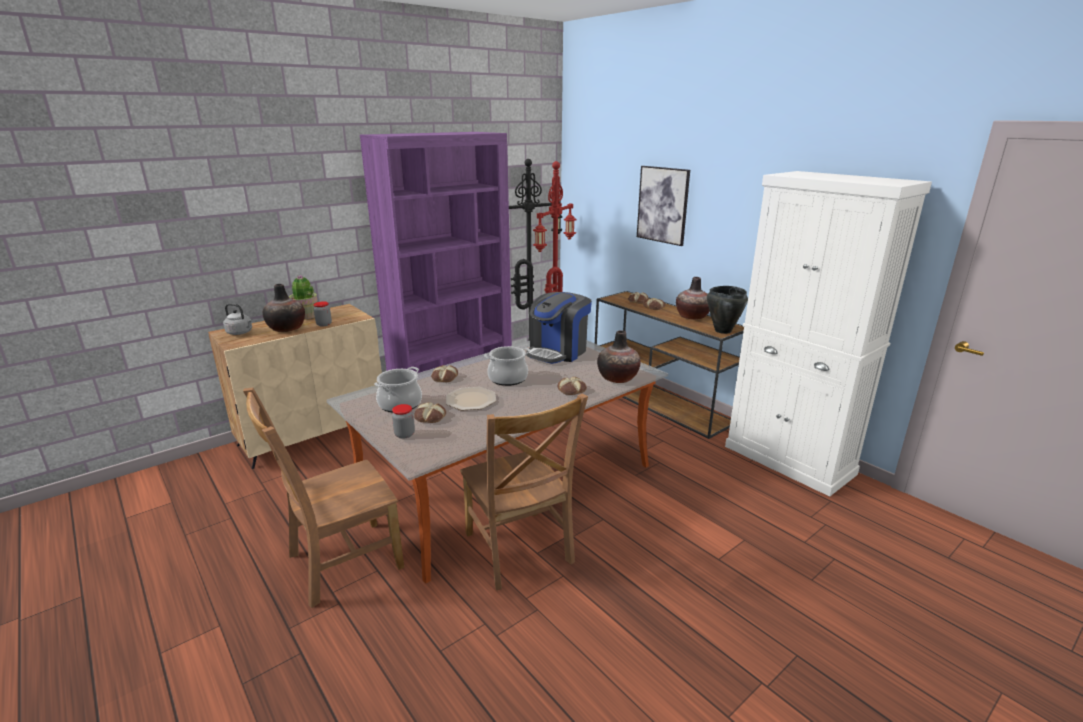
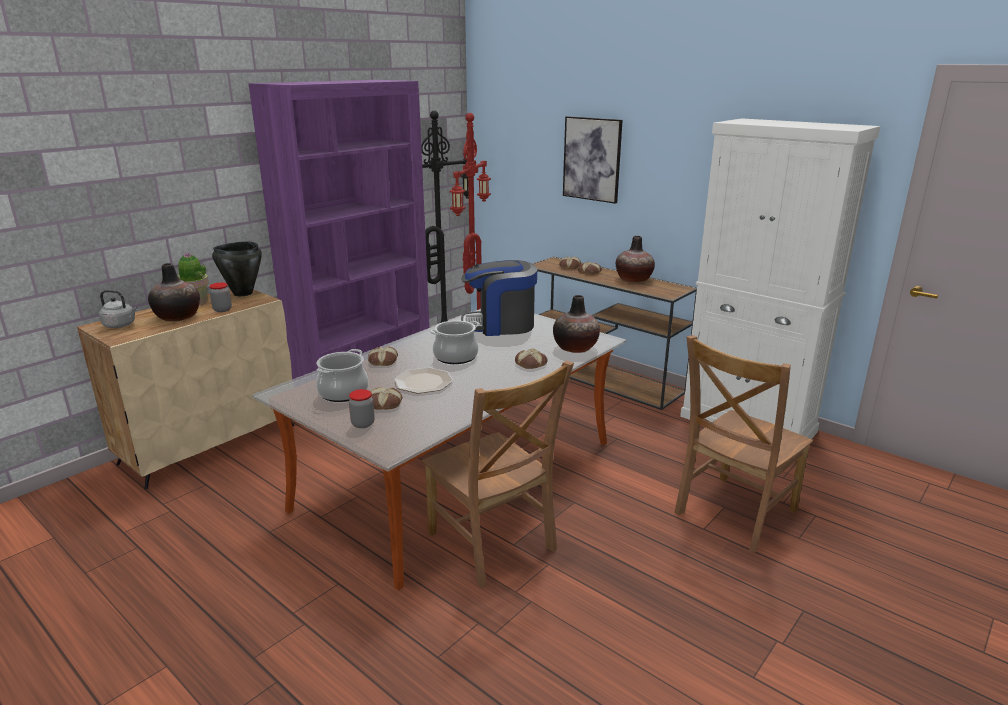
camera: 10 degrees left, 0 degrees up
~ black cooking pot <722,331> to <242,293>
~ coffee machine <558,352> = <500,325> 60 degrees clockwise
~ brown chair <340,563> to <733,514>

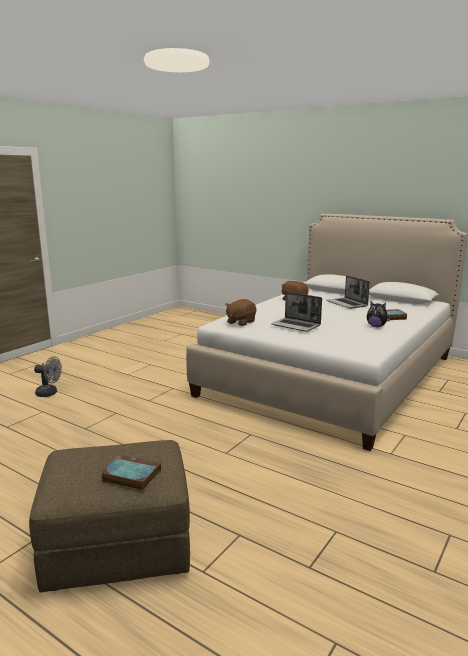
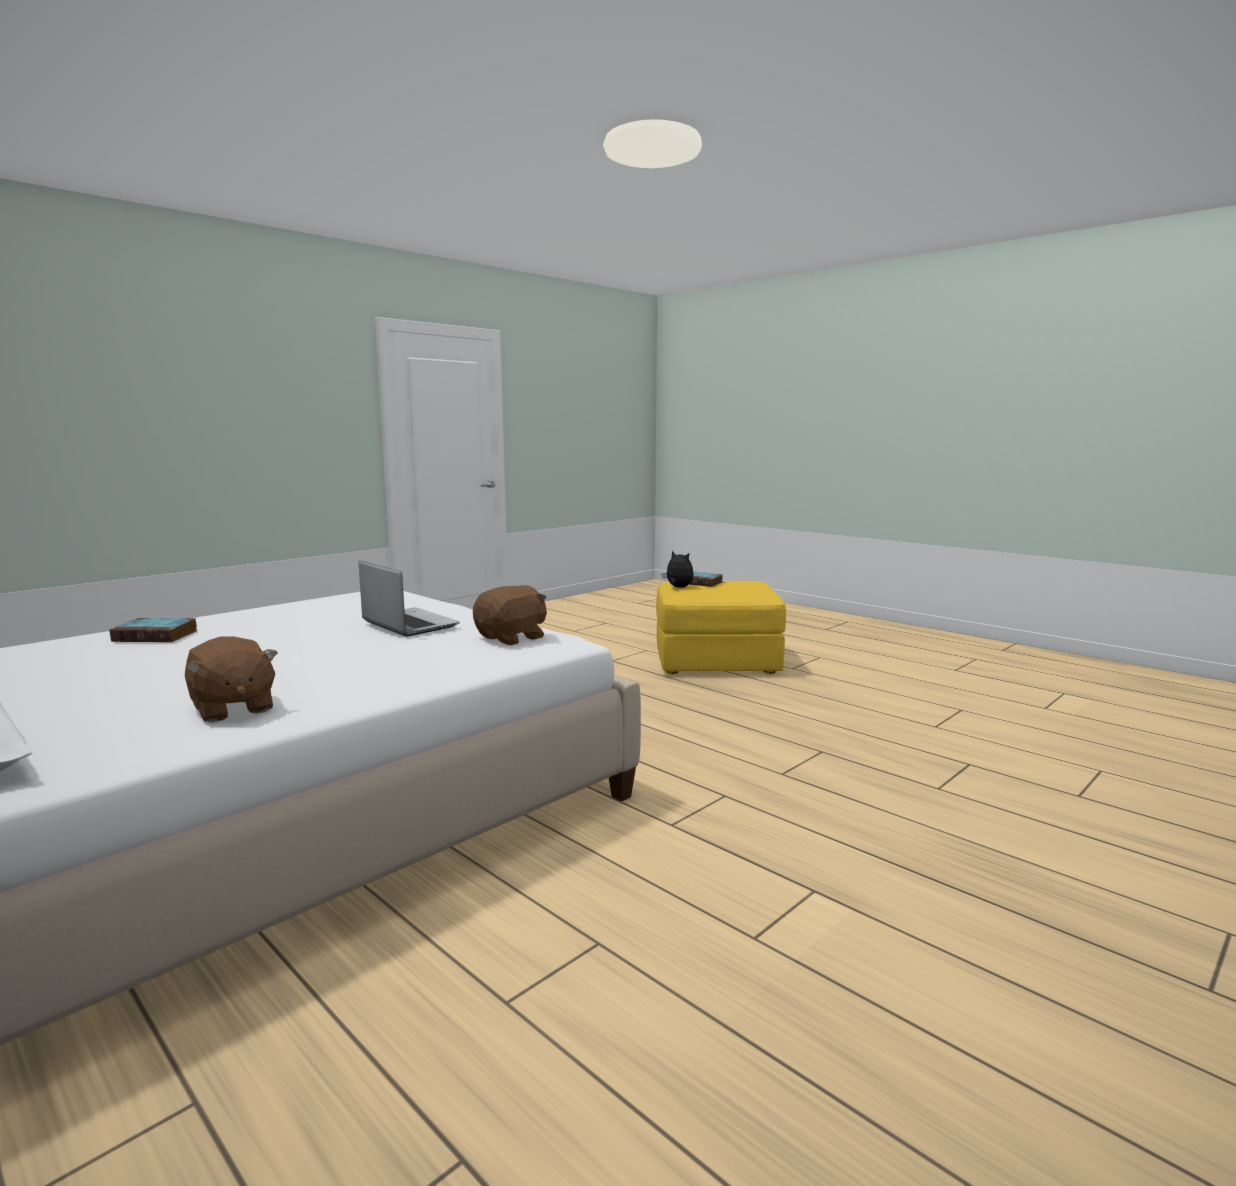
camera: 170 degrees left, 5 degrees down
- laptop <347,304>
~ plush toy <376,326> to <678,588>
- grey fan <50,393>
~ brown ottoman <117,546> to yellow ottoman <717,661>

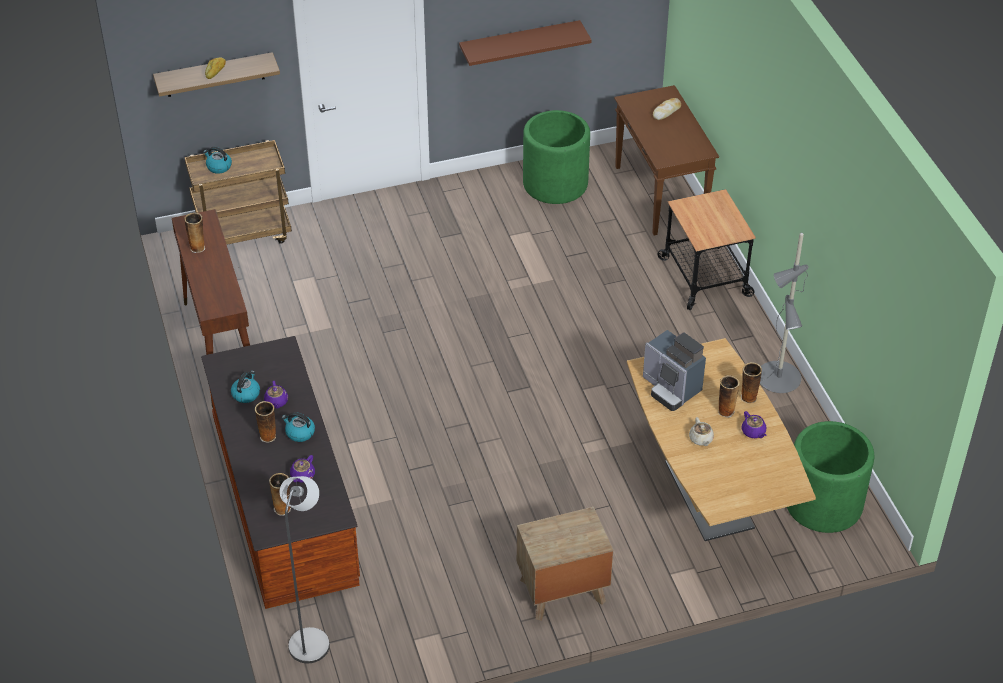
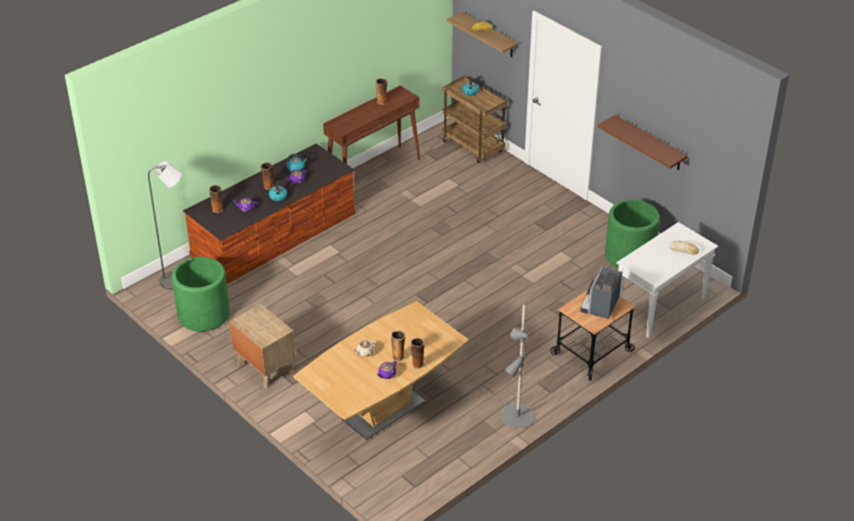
camera: 65 degrees right, 5 degrees down
~ brown console table <661,196> to white console table <660,308>
~ coffee machine <671,388> to <600,306>
~ green planter <823,503> to <203,314>

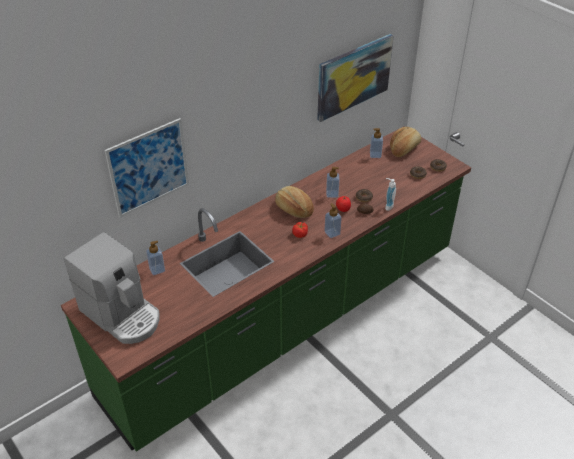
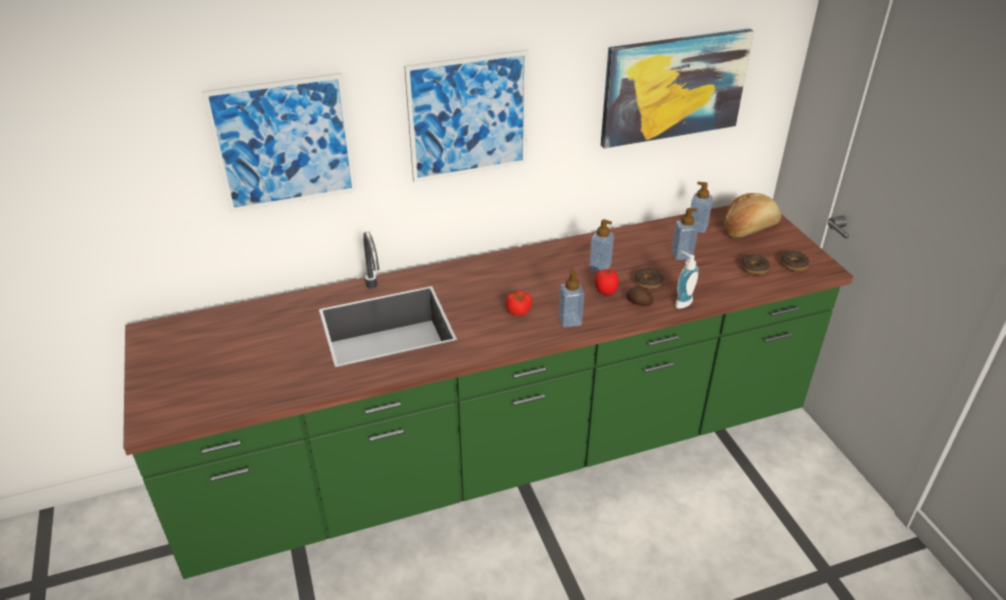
camera: 20 degrees right, 5 degrees down
- bread <293,209>
- coffee machine <122,315>
~ soap dispenser <157,269> to <682,255>
+ picture <468,116>

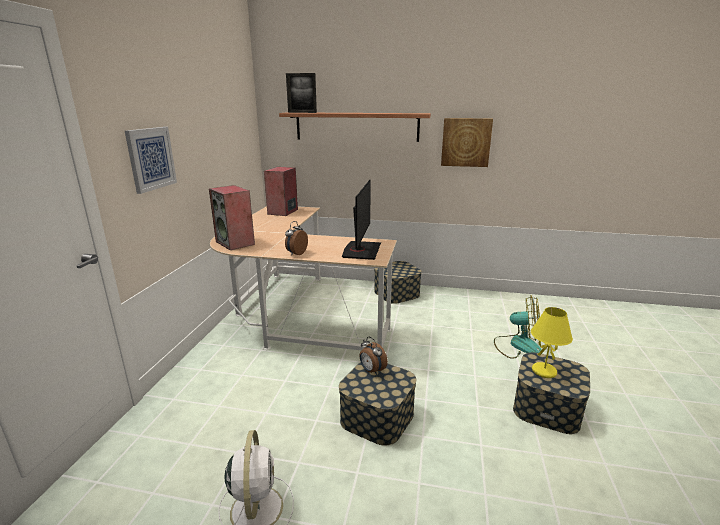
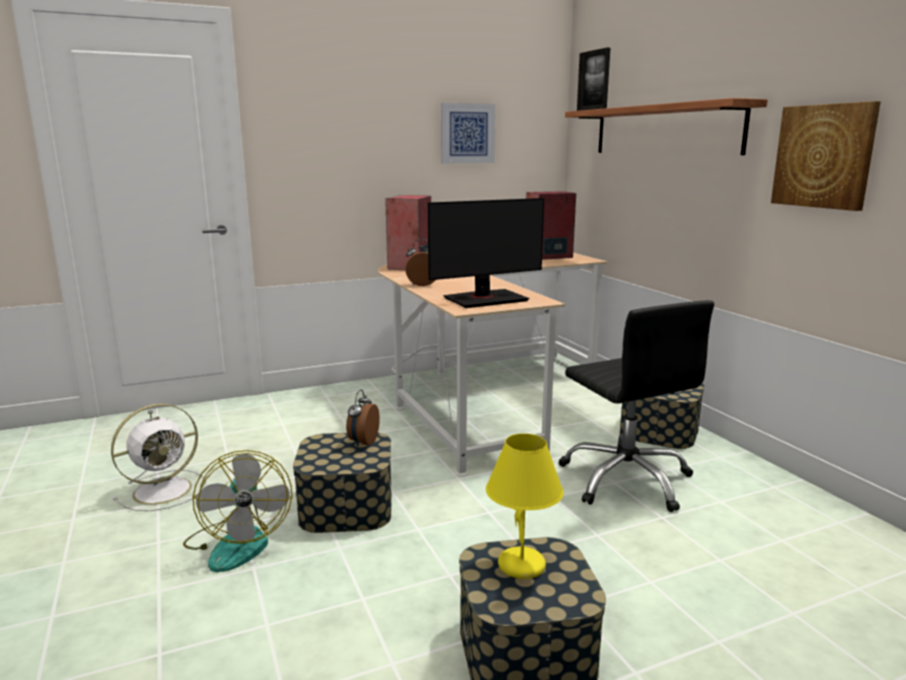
camera: 55 degrees right, 5 degrees down
~ picture <151,158> to <467,133>
~ fan <517,345> to <238,542>
+ black office chair <626,479>

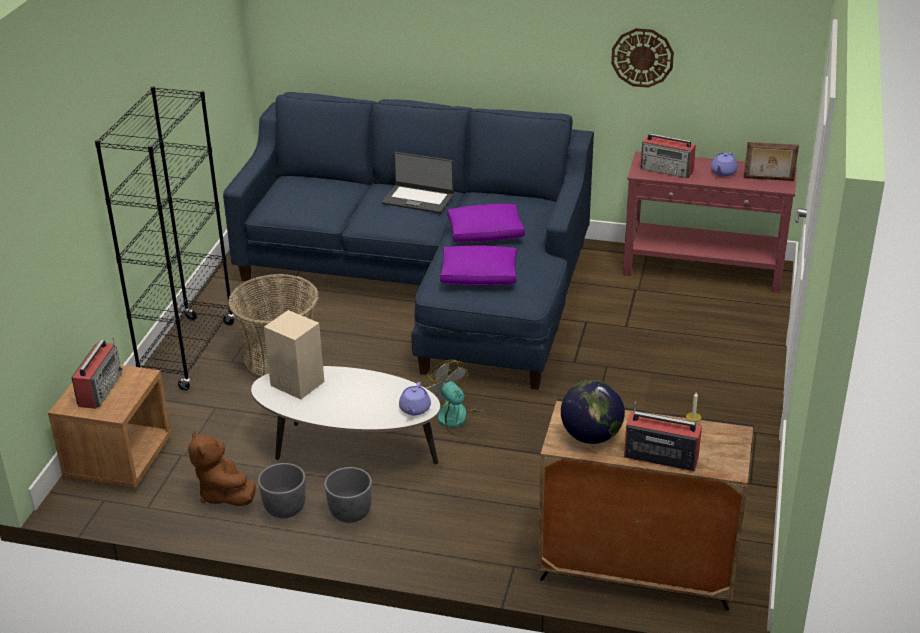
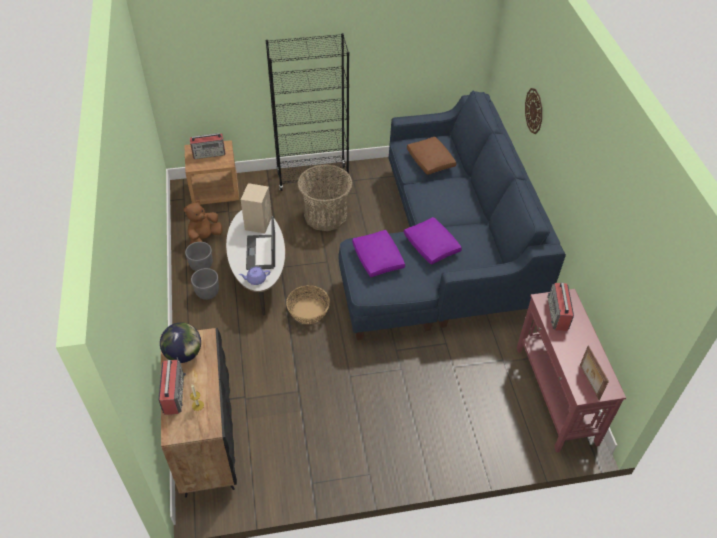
camera: 65 degrees right, 15 degrees up
~ wall clock <642,57> to <534,111>
~ laptop <418,199> to <261,252>
- purple teapot <723,172>
~ fan <458,420> to basket <308,311>
+ brown pillow <430,161>

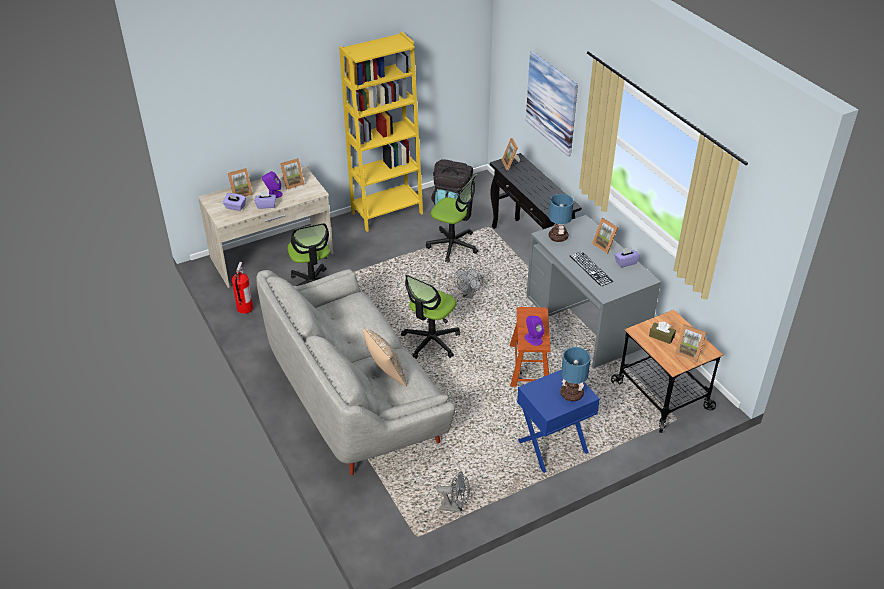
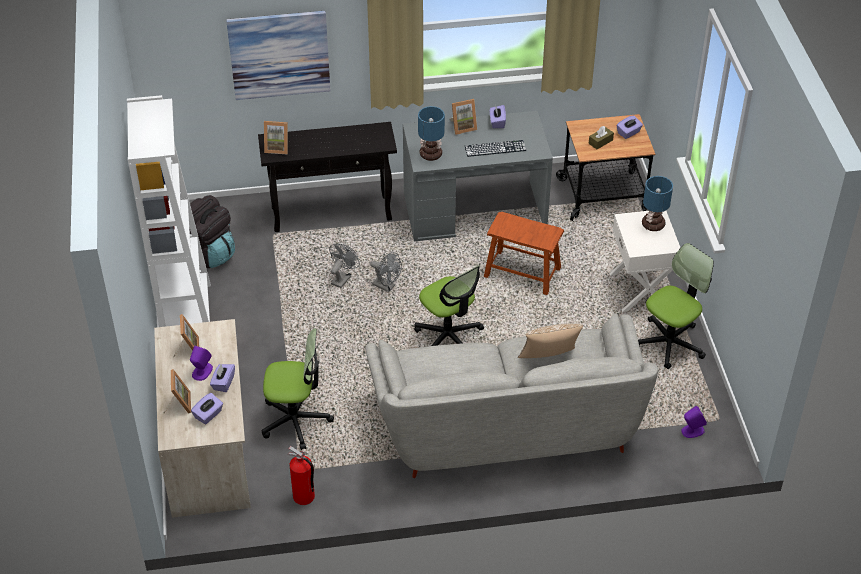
camera: 70 degrees left, 5 degrees up
~ yellow bookcase <387,213> to white bookcase <187,317>
~ office chair <453,245> to <670,343>
~ purple speaker <533,339> to <692,431>
~ picture frame <688,352> to purple tissue box <628,133>
~ blue nightstand <553,447> to white nightstand <640,290>
~ grey fan <455,507> to <342,278>

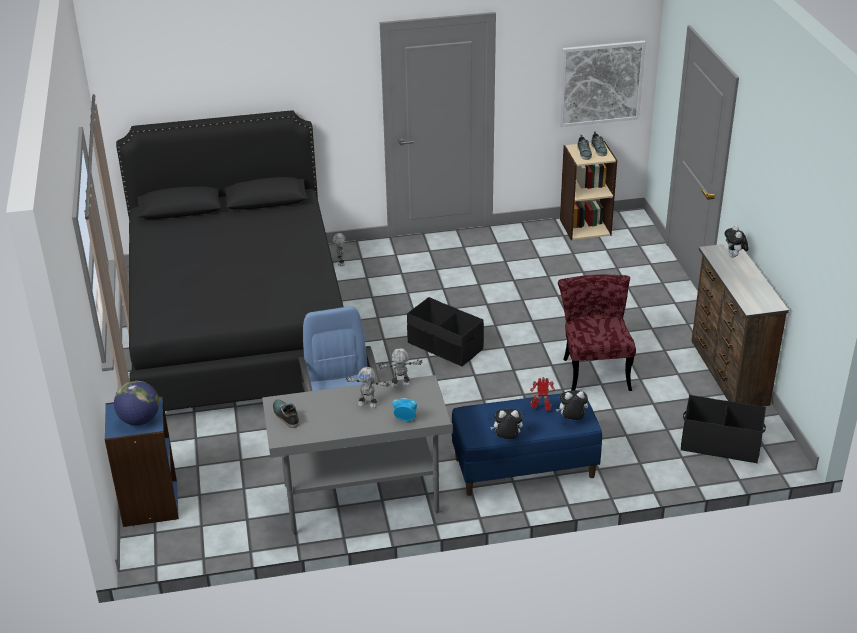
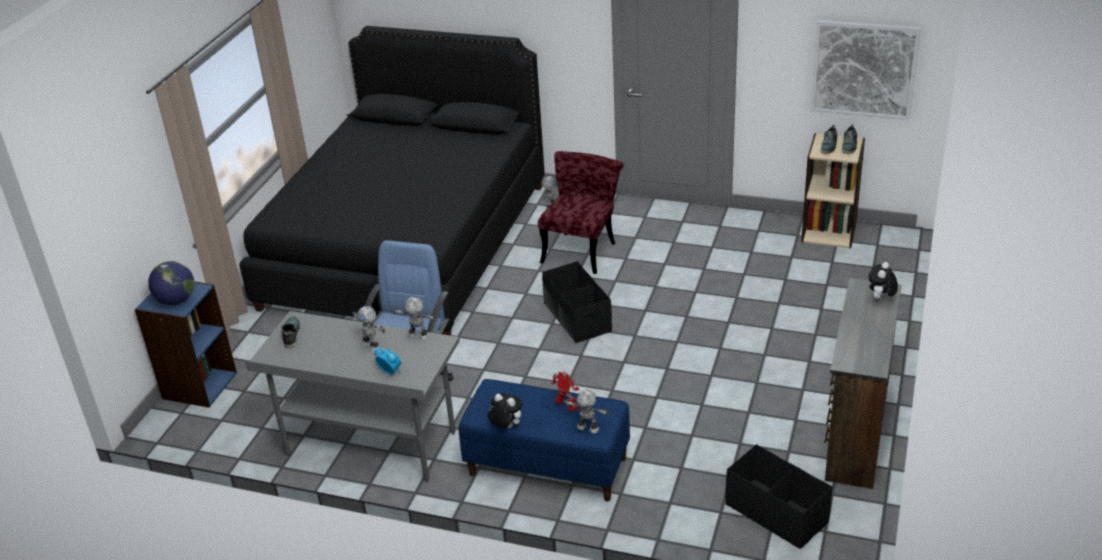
camera: 30 degrees right, 0 degrees up
~ red chair <594,369> to <582,248>
~ plush toy <572,420> to toy robot <587,429>

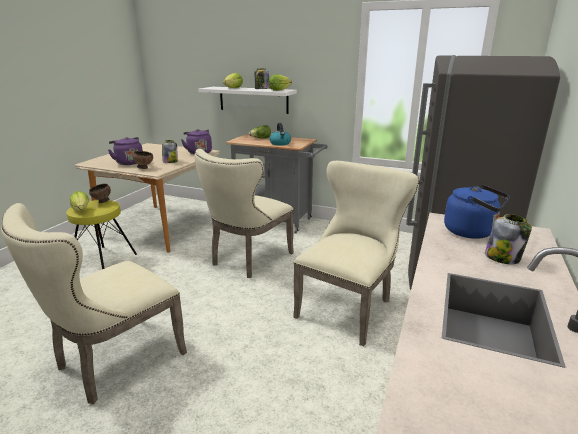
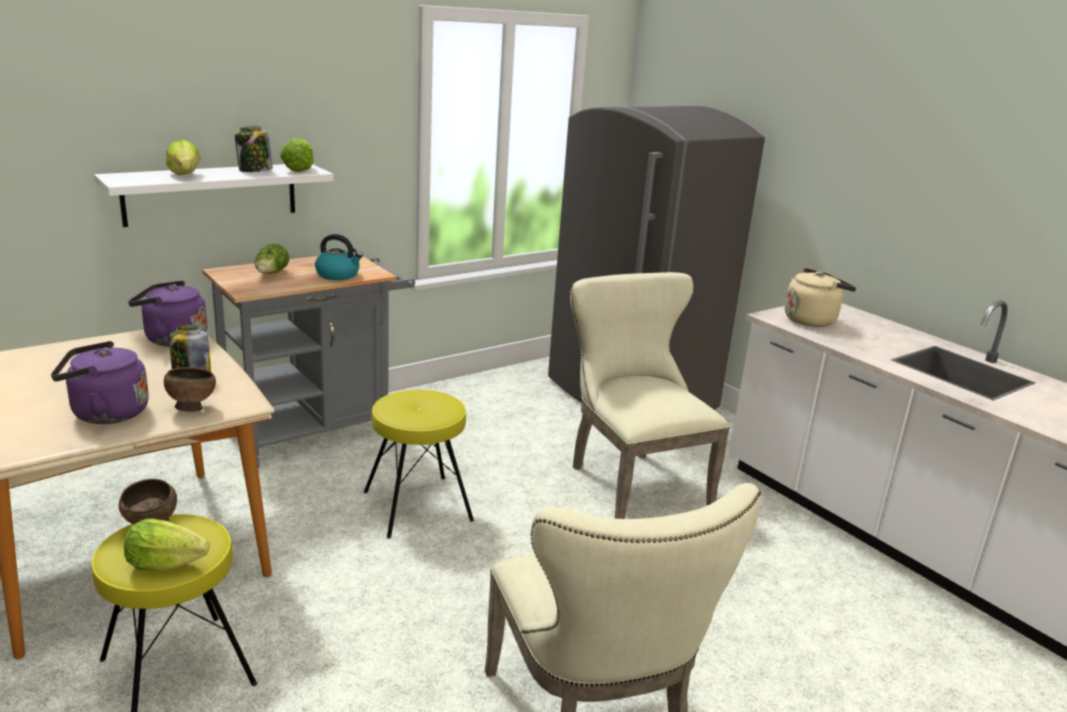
camera: 60 degrees left, 0 degrees up
~ beige chair <248,260> to yellow stool <417,506>
~ blue kettle <472,232> to beige kettle <812,320>
- jar <503,257>

